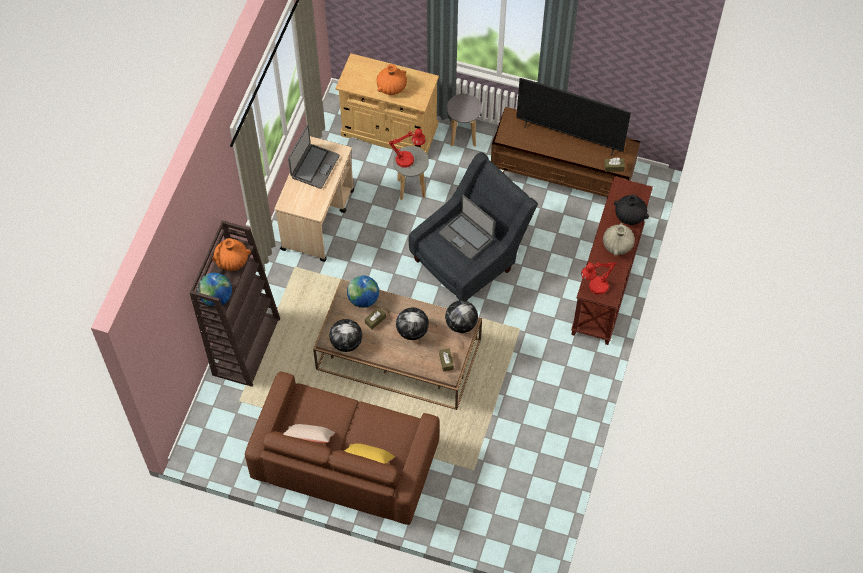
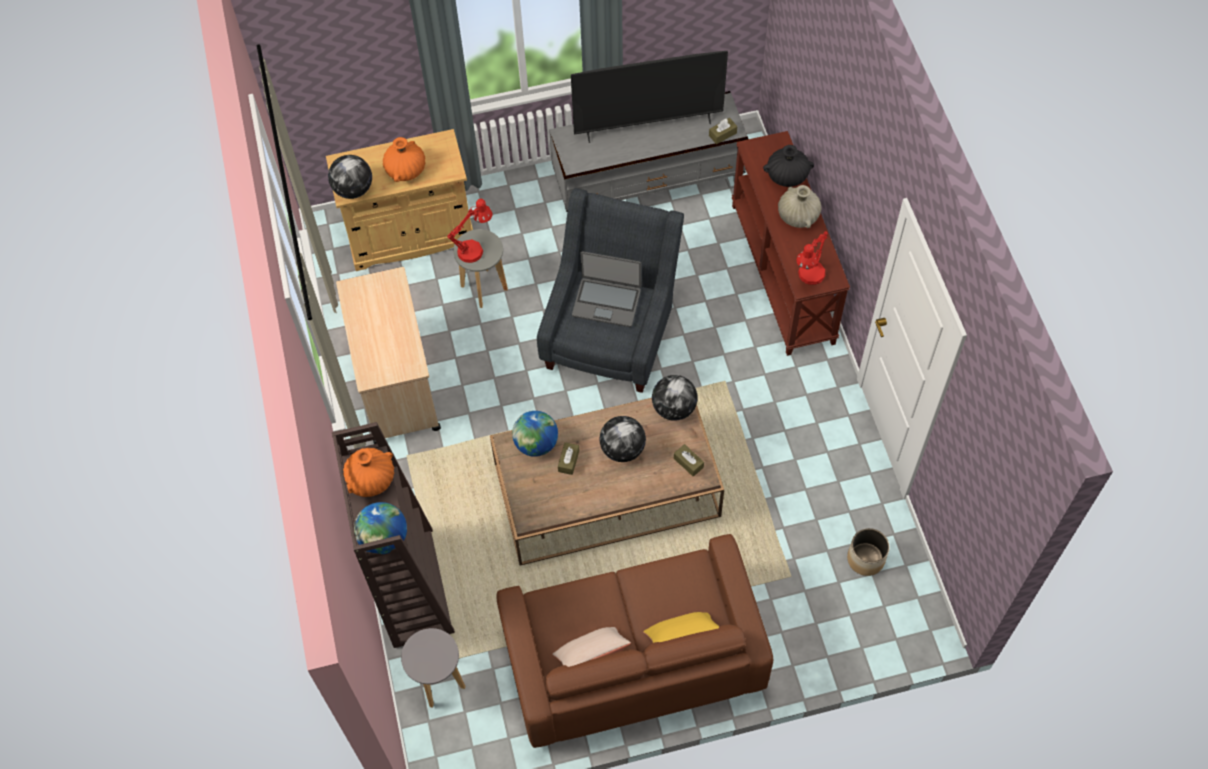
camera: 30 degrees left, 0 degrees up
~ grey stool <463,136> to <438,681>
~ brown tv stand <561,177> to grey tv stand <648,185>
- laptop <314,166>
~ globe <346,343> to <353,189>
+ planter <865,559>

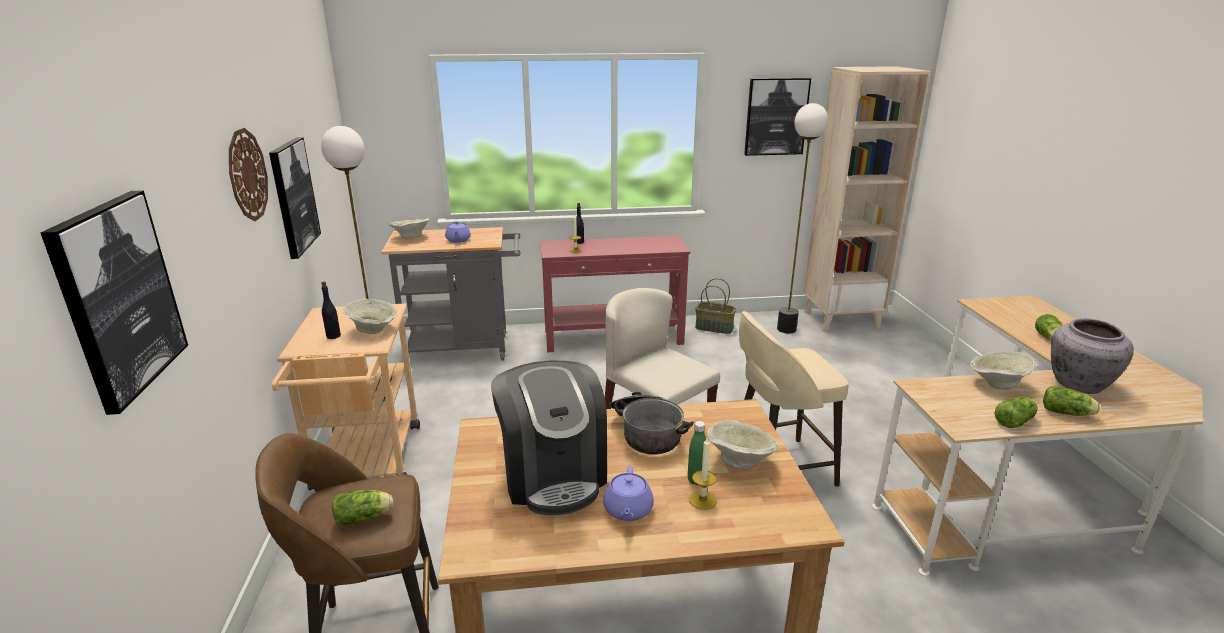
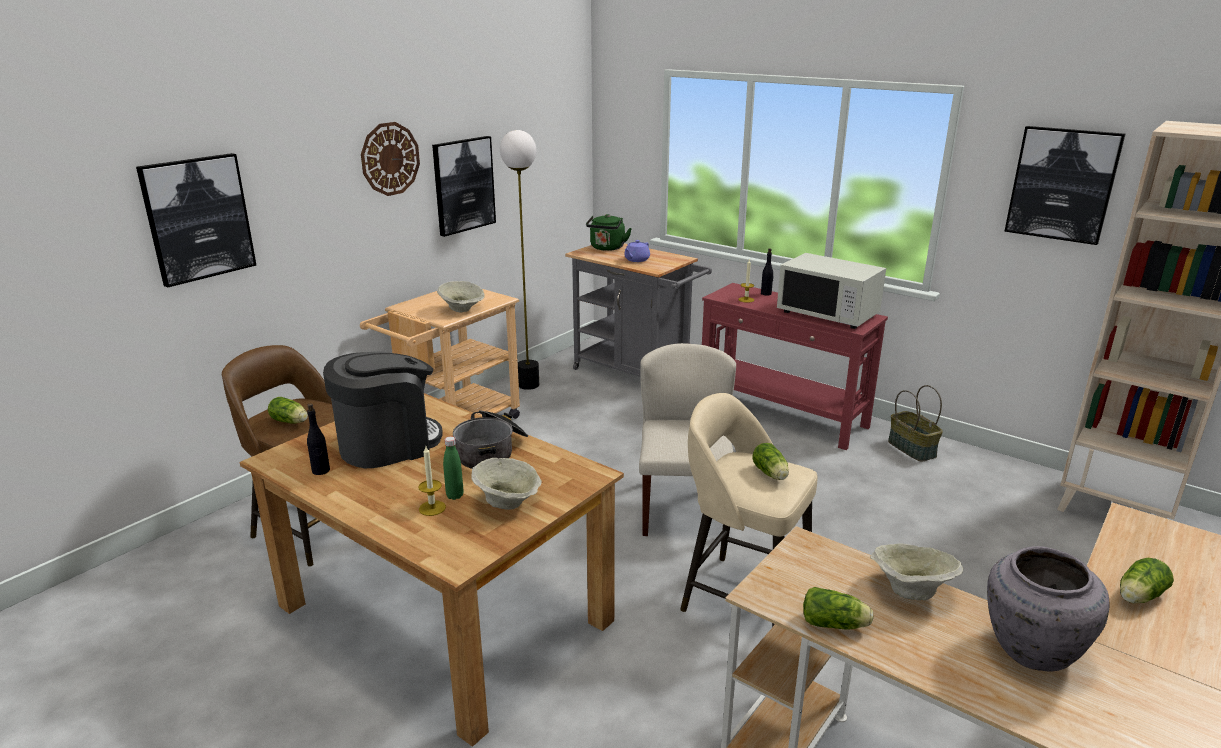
camera: 45 degrees right, 0 degrees up
- floor lamp <787,329>
~ beige bowl <411,237> to green kettle <607,248>
~ black bottle <333,336> to <321,471>
~ coffee machine <553,475> = <388,445> 150 degrees counterclockwise
~ lettuce <1068,413> to <771,474>
- purple teapot <628,510>
+ white microwave <828,314>

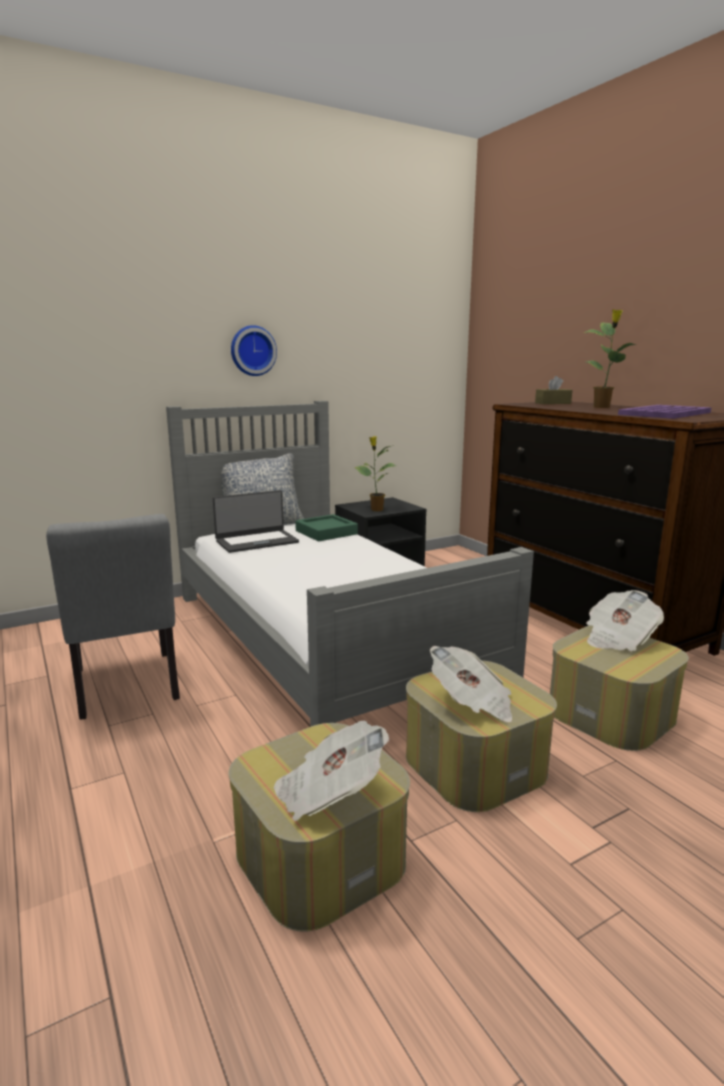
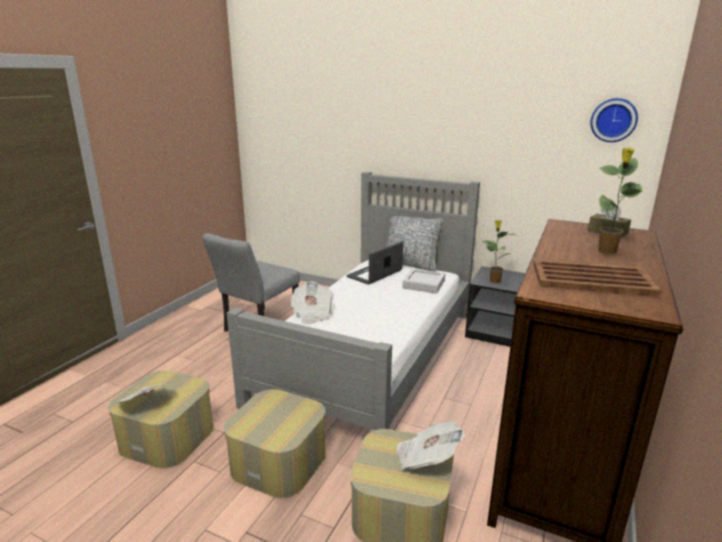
camera: 55 degrees right, 5 degrees up
~ wall clock <252,351> to <613,120>
~ purple tray <664,413> to brown tray <590,279>
~ laptop <256,541> = <375,274> 105 degrees clockwise
~ green tray <326,532> to grey tray <424,284>
~ newspaper <472,703> to <312,314>

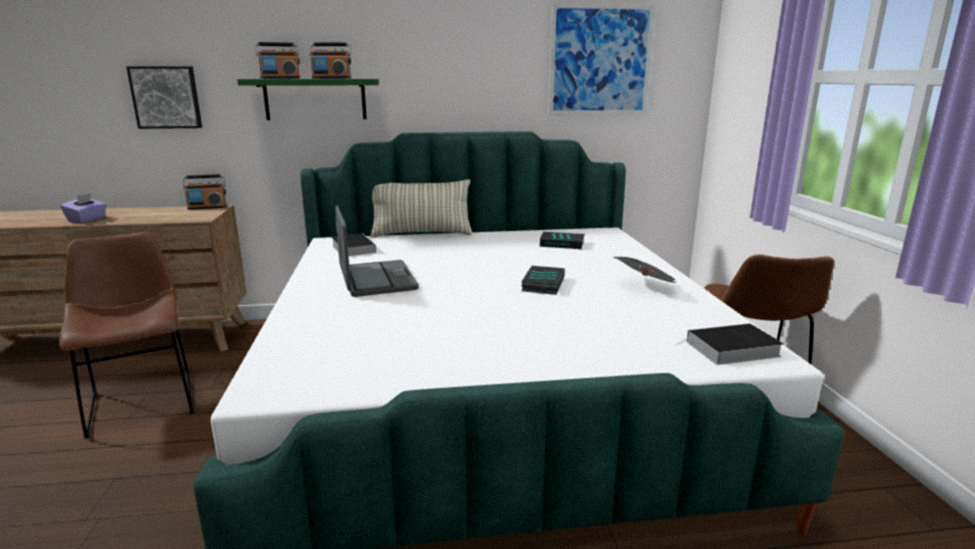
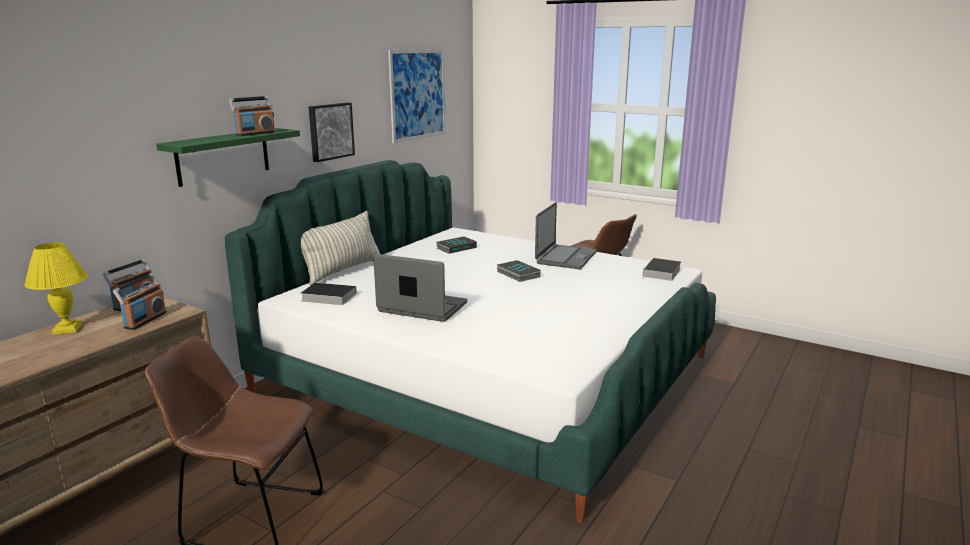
camera: 50 degrees left, 0 degrees up
~ radio <280,78> to <145,320>
~ picture <166,97> to <330,131>
- purple tissue box <87,220>
~ newspaper <646,287> to laptop <565,258>
+ yellow table lamp <67,328>

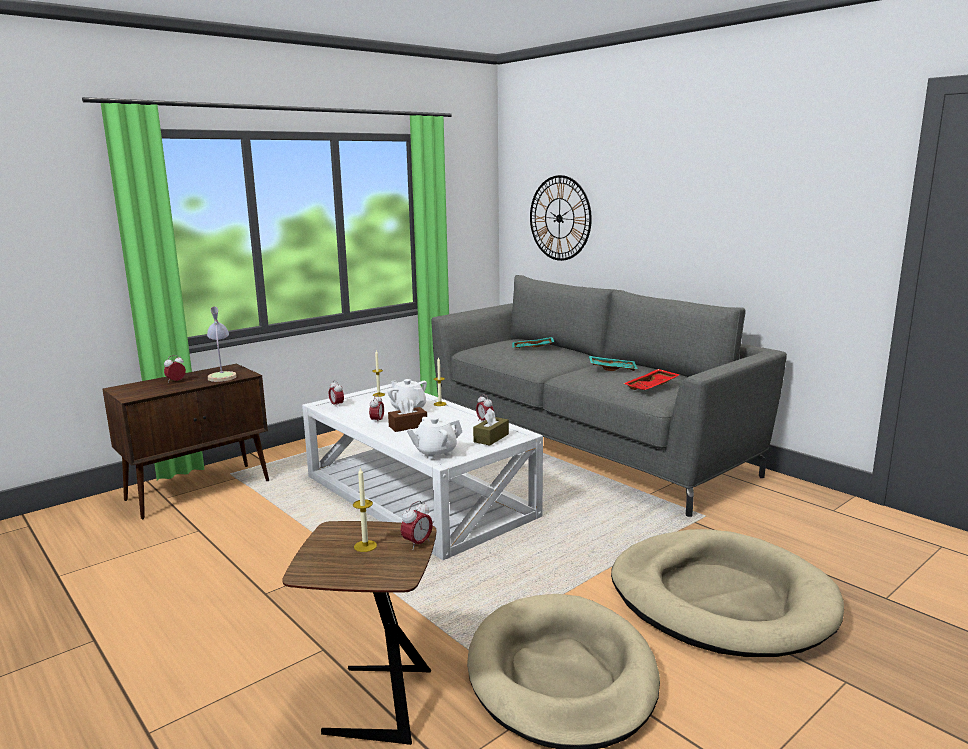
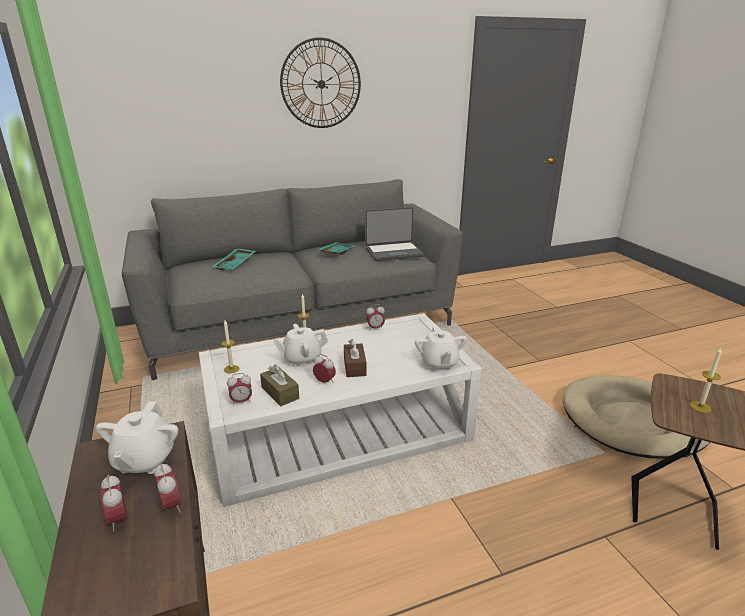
camera: 70 degrees left, 10 degrees up
~ wall clock <559,218> to <321,84>
~ table lamp <222,376> to white teapot <144,460>
~ red tray <652,387> to laptop <393,252>
~ brown tissue box <491,438> to <280,393>
~ alarm clock <417,544> to <171,506>
- beige dog bed <721,599>

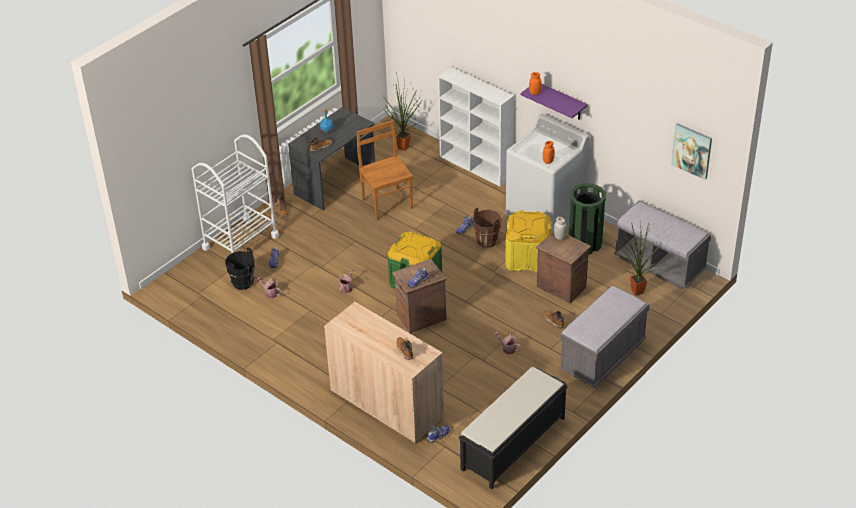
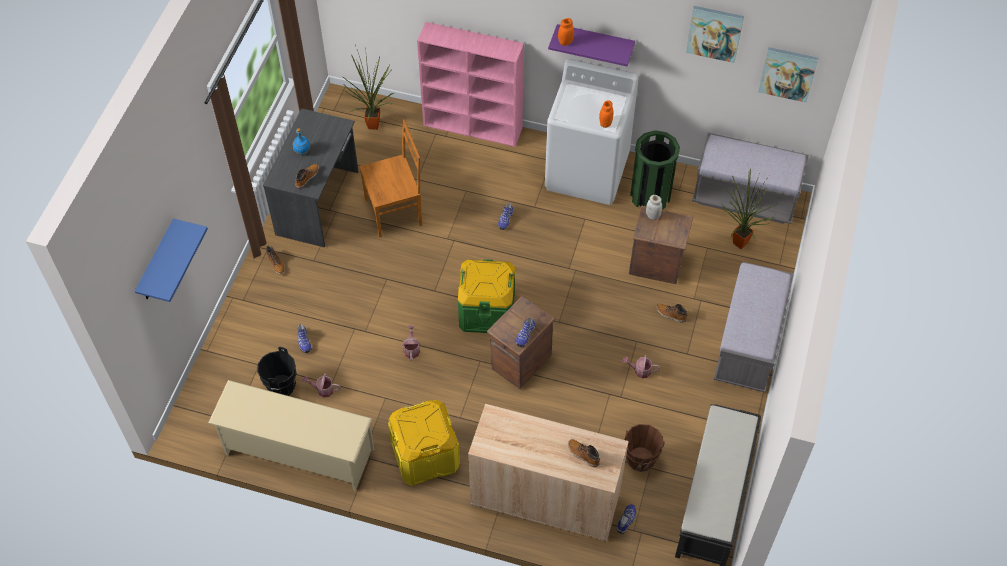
camera: 25 degrees left, 15 degrees up
~ white bookcase <476,167> to pink bookcase <474,127>
~ brown chair <386,203> = <395,212> 120 degrees clockwise
- white cart <240,242>
~ brown bucket <487,241> to <640,459>
~ yellow storage box <527,258> to <425,455>
+ picture <714,33>
+ blue shelf <157,263>
+ beige shoe rack <298,451>

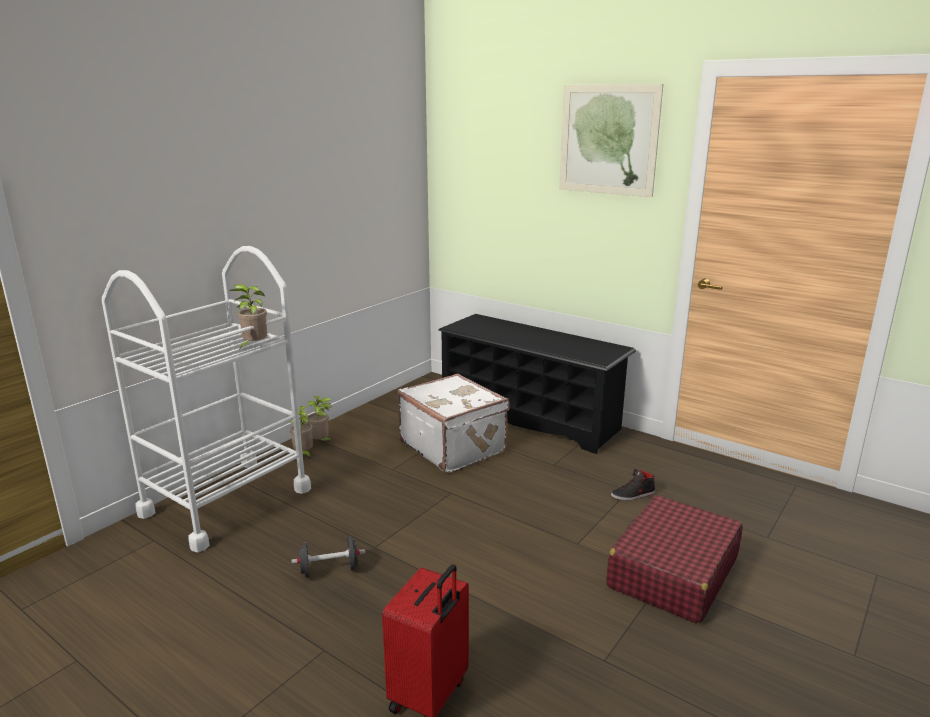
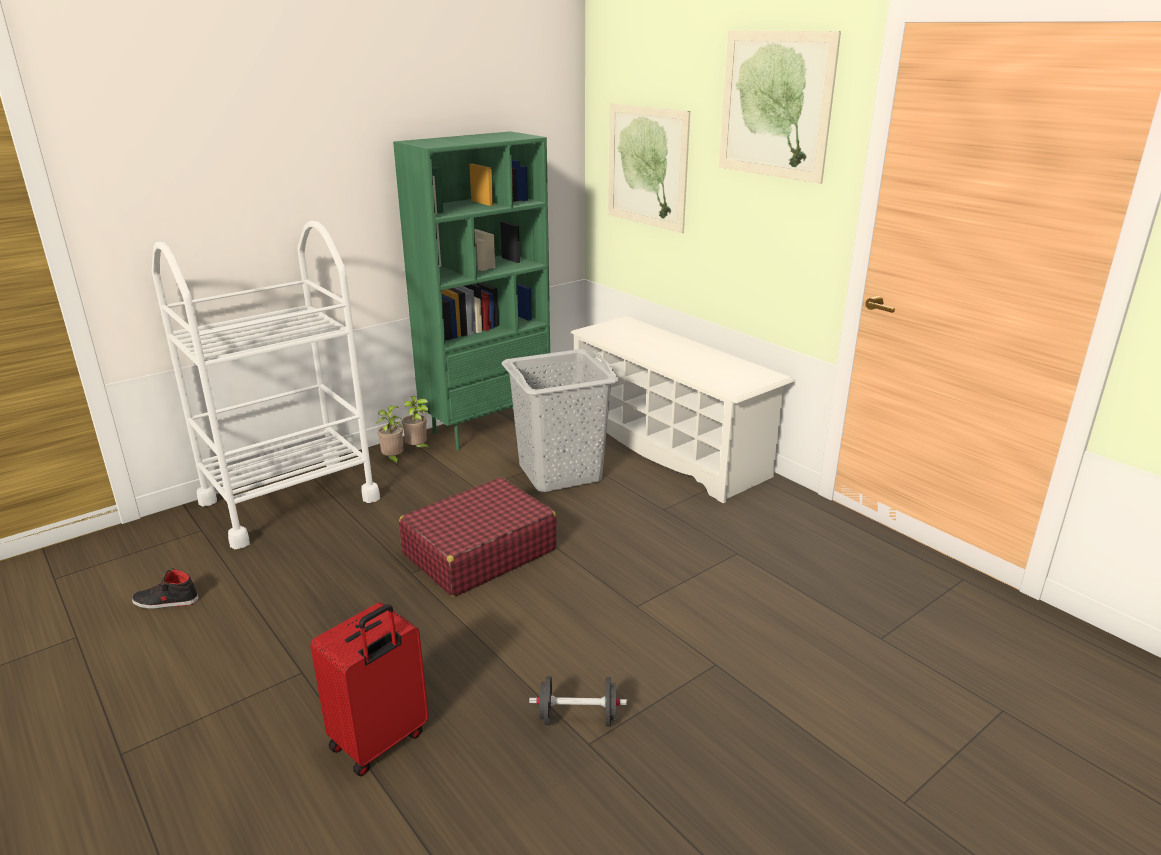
camera: 15 degrees right, 5 degrees up
- potted plant <254,346>
~ black shoe rack <530,417> to white shoe rack <669,448>
~ white suitcase <453,447> to grey laundry basket <559,472>
~ black shoe <633,495> to <165,601>
~ red suitcase <672,573> to <479,552>
~ black dumbbell <329,570> to <578,718>
+ picture <647,166>
+ green bookcase <487,427>

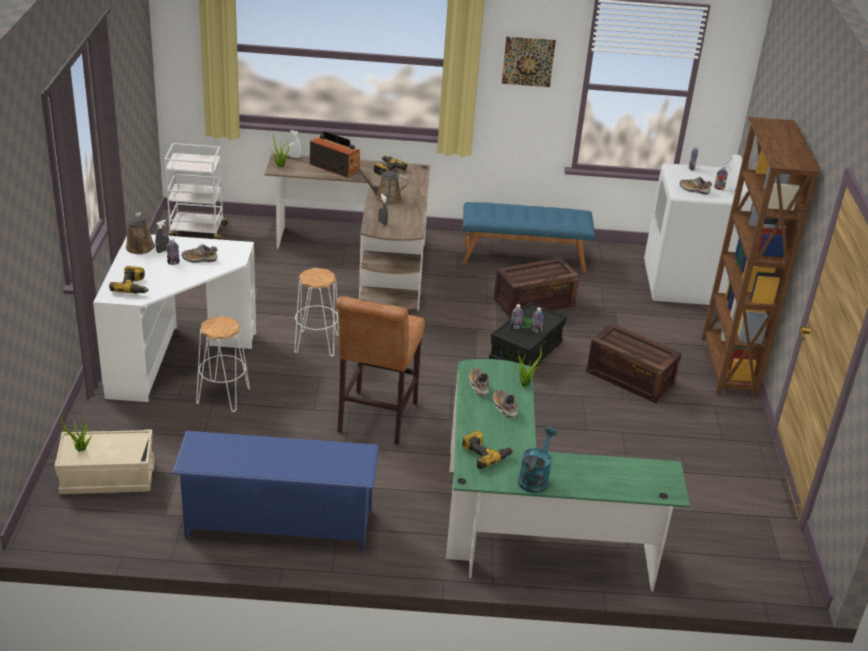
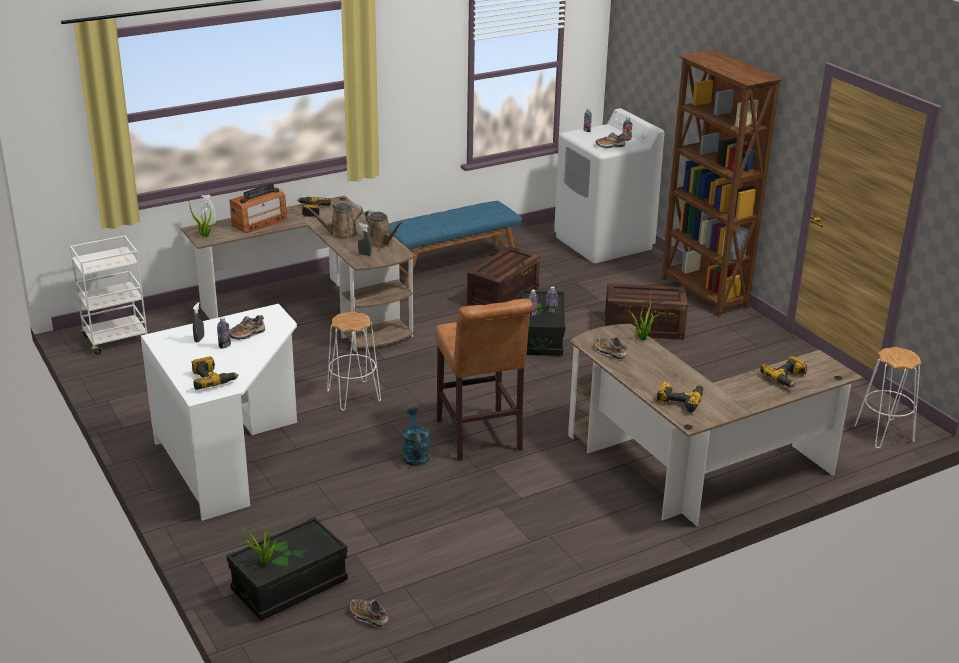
camera: 30 degrees left, 5 degrees down
- picture <528,61>
~ radio <335,167> = <259,222> 135 degrees clockwise
~ brown watering can <140,248> to <381,243>
~ white stool <223,396> to <883,433>
~ green desk <522,526> to brown desk <690,470>
~ shoe <504,407> to <368,617>
~ turquoise watering can <535,478> to <415,454>
~ beige storage box <107,477> to black storage box <289,586>
- blue shoe rack <278,523>
+ power drill <786,378>

